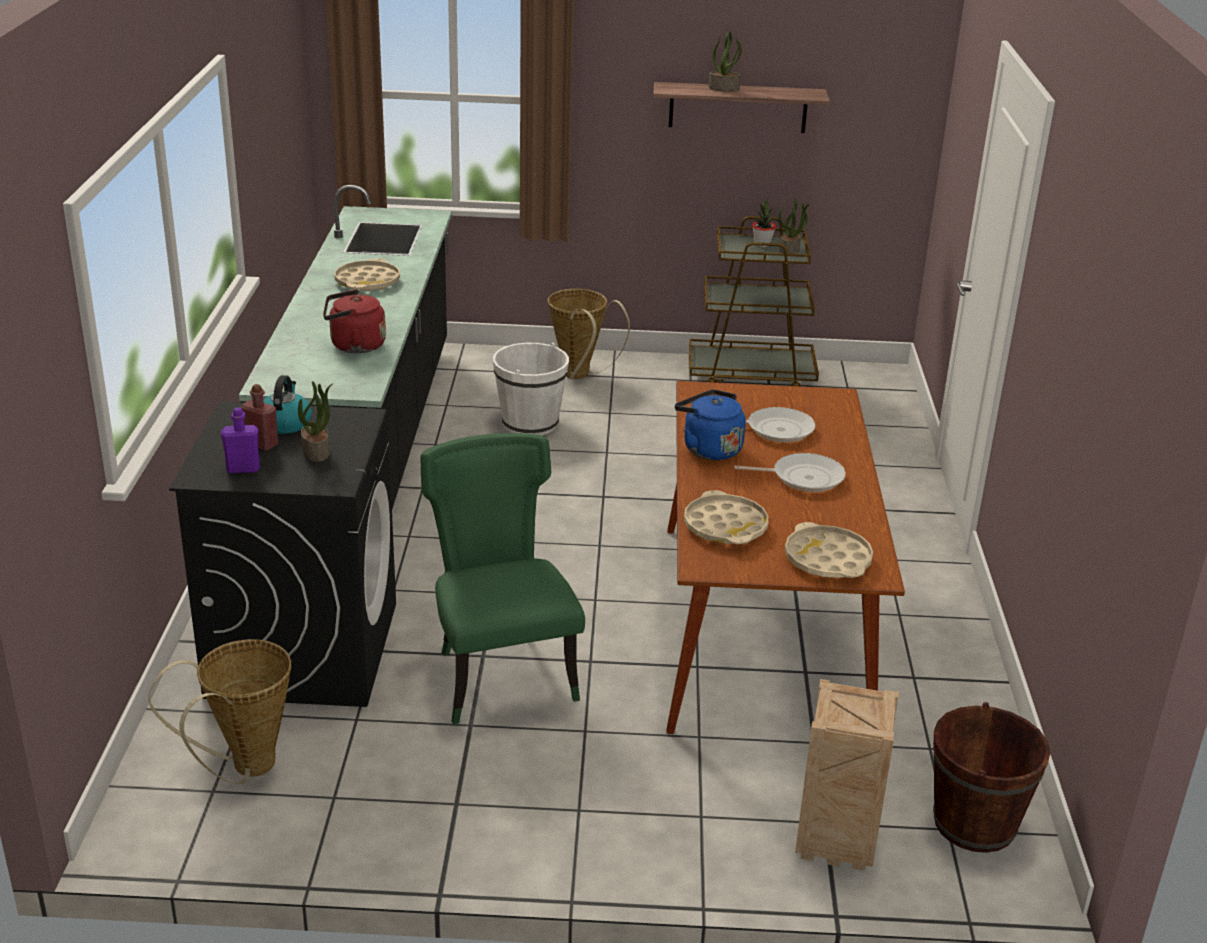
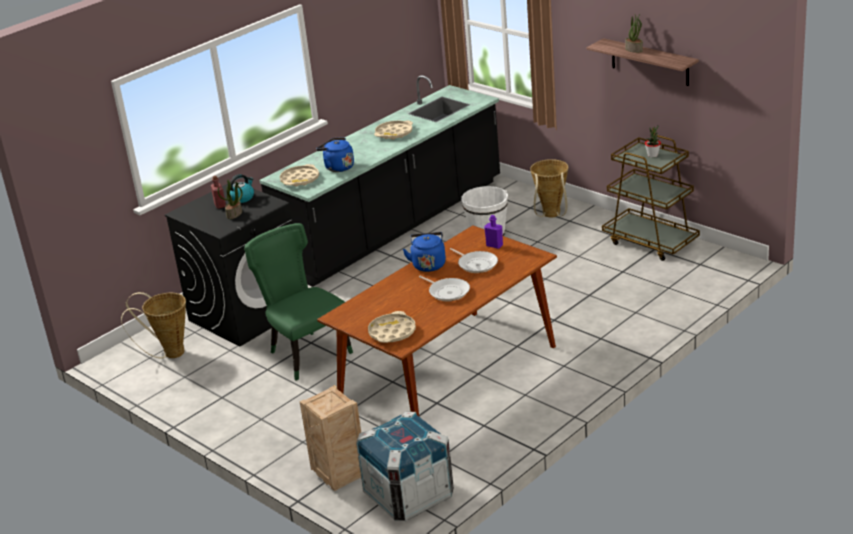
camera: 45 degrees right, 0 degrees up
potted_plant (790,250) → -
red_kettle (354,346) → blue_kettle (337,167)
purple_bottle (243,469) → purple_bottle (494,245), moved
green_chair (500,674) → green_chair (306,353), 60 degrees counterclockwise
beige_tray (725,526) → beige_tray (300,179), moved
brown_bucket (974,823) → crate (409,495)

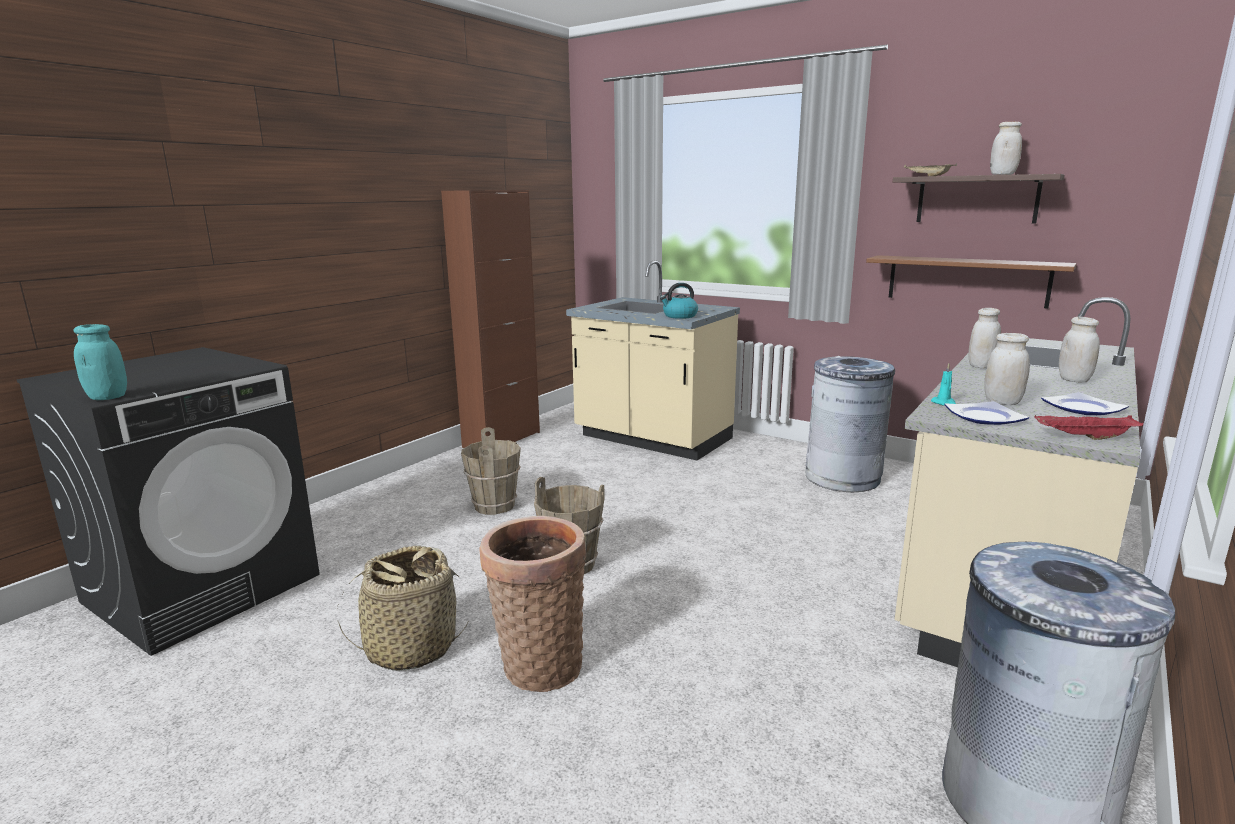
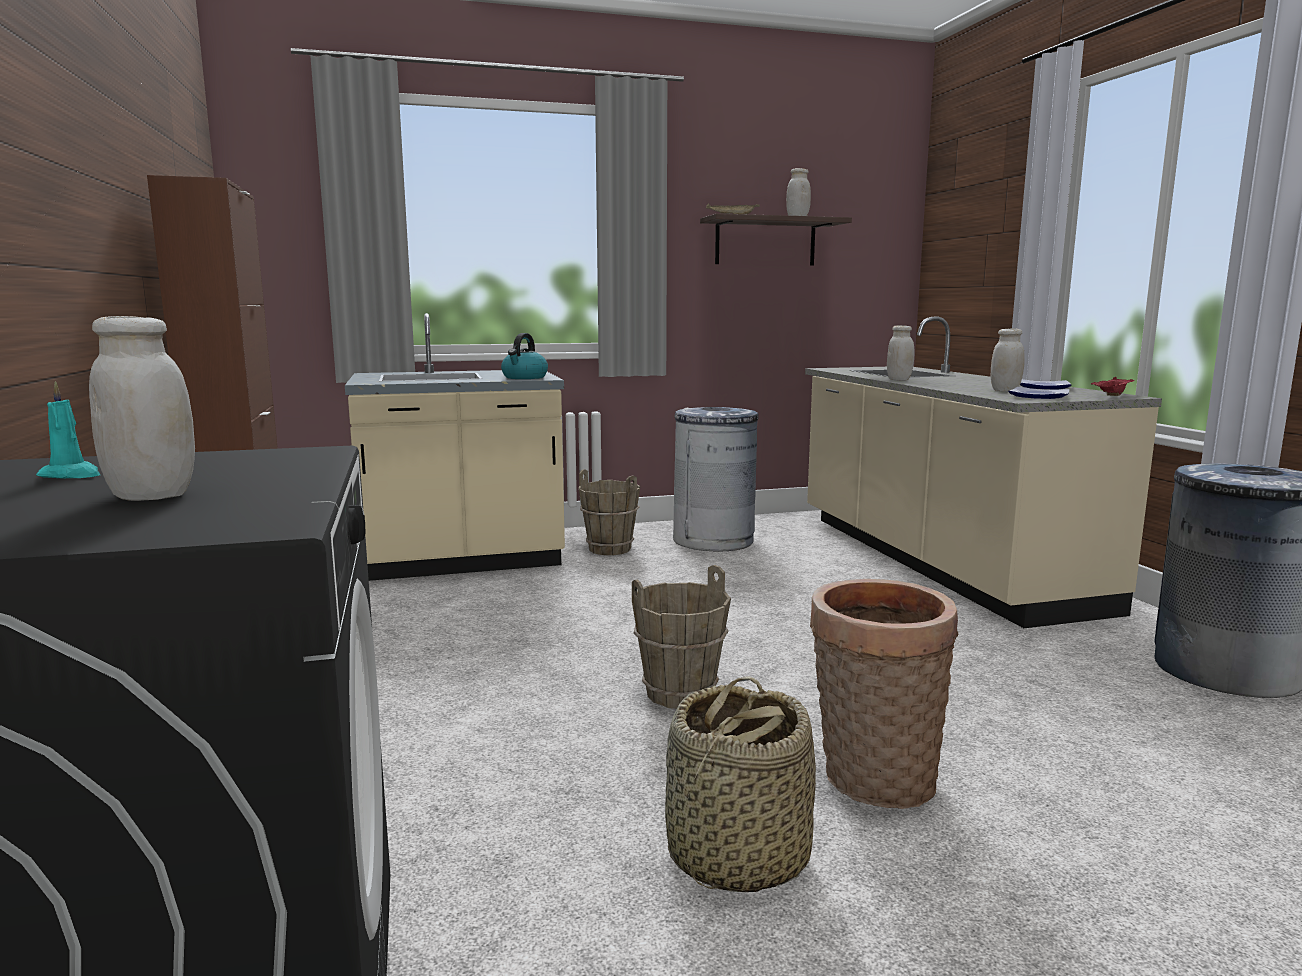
camera: 50 degrees left, 5 degrees down
brown_shelf (967,280) → -
white_jar (1074,380) → white_jar (152,495), moved
turquoise_jar (107,397) → -
turquoise_candle (944,403) → turquoise_candle (71,475), moved
brown_bucket (495,506) → brown_bucket (610,549), moved

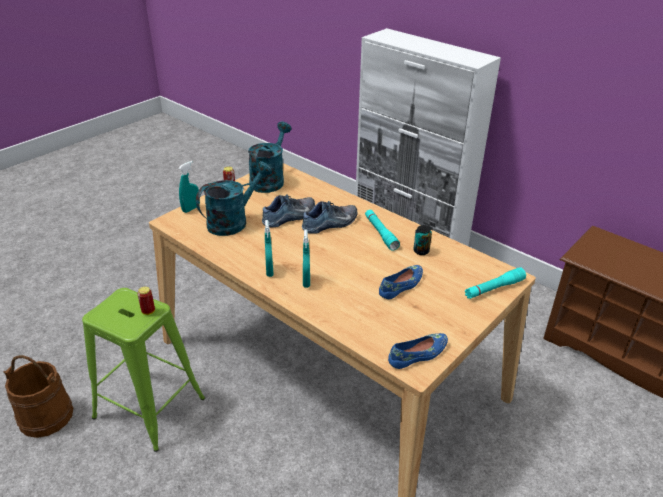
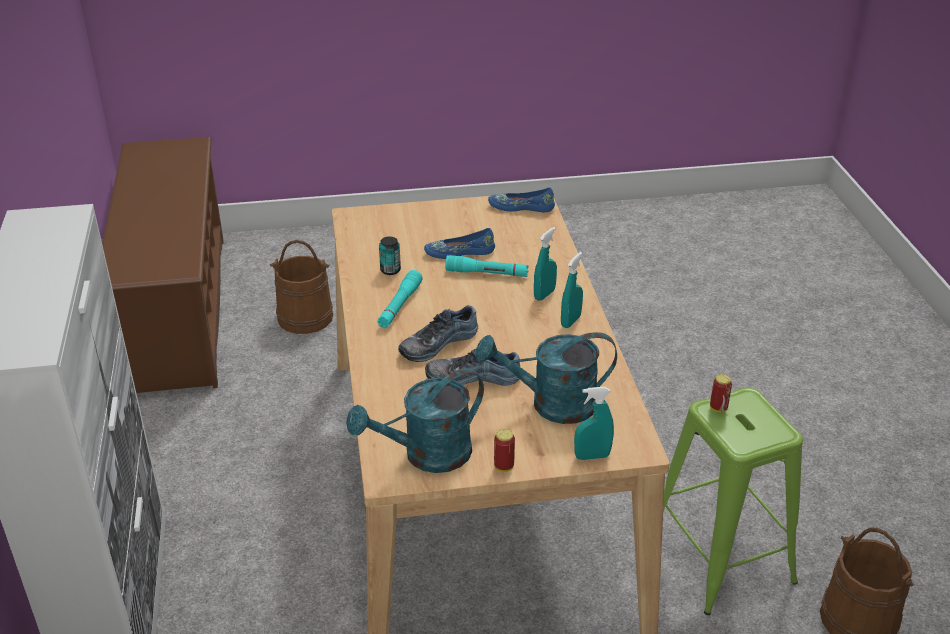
camera: 140 degrees left, 0 degrees up
shoe (331,224) → shoe (437,343), 45 degrees counterclockwise
turquoise_flashlight (494,288) → turquoise_flashlight (487,273), moved
- → brown_bucket (305,317)

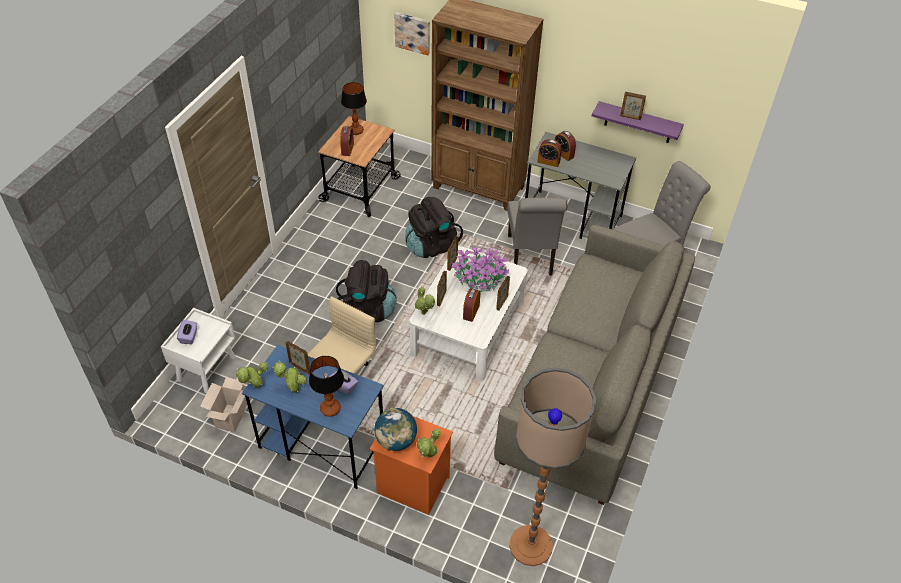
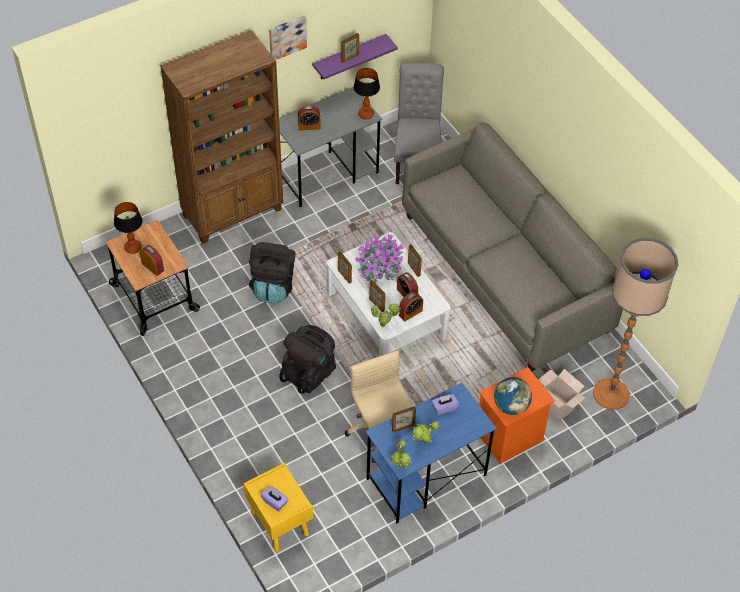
camera: 55 degrees left, 5 degrees up
picture (413,32) → picture (287,36), moved
alarm_clock (548,162) → alarm_clock (410,313), moved
grey_chair (530,258) → -
white_nightstand (206,368) → yellow_nightstand (279,522)
table_lamp (330,409) → table_lamp (366,114), moved
cardboard_box (230,417) → cardboard_box (556,406), moved
potted_plant (428,457) → -

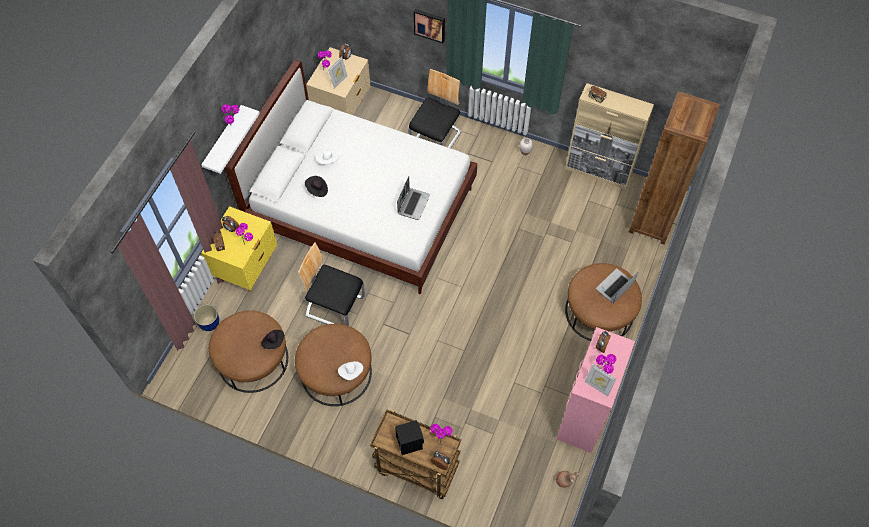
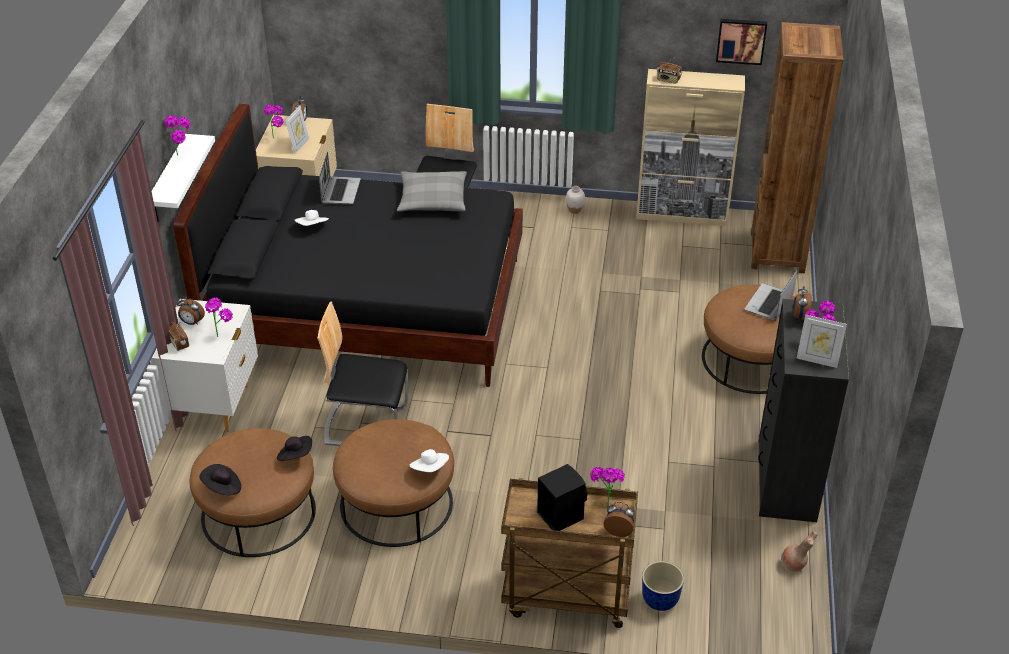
camera: 15 degrees left, 20 degrees down
picture (430,25) → picture (741,40), moved
white_bed (362,209) → black_bed (368,307)
black_hat (317,190) → black_hat (222,487), moved
laptop (413,204) → laptop (340,191), moved
yellow_nightstand (247,269) → white_nightstand (215,406)
planter (209,324) → planter (660,601), moved
pink_dresser (584,416) → black_dresser (786,481)
- → grey_pillow (432,199)

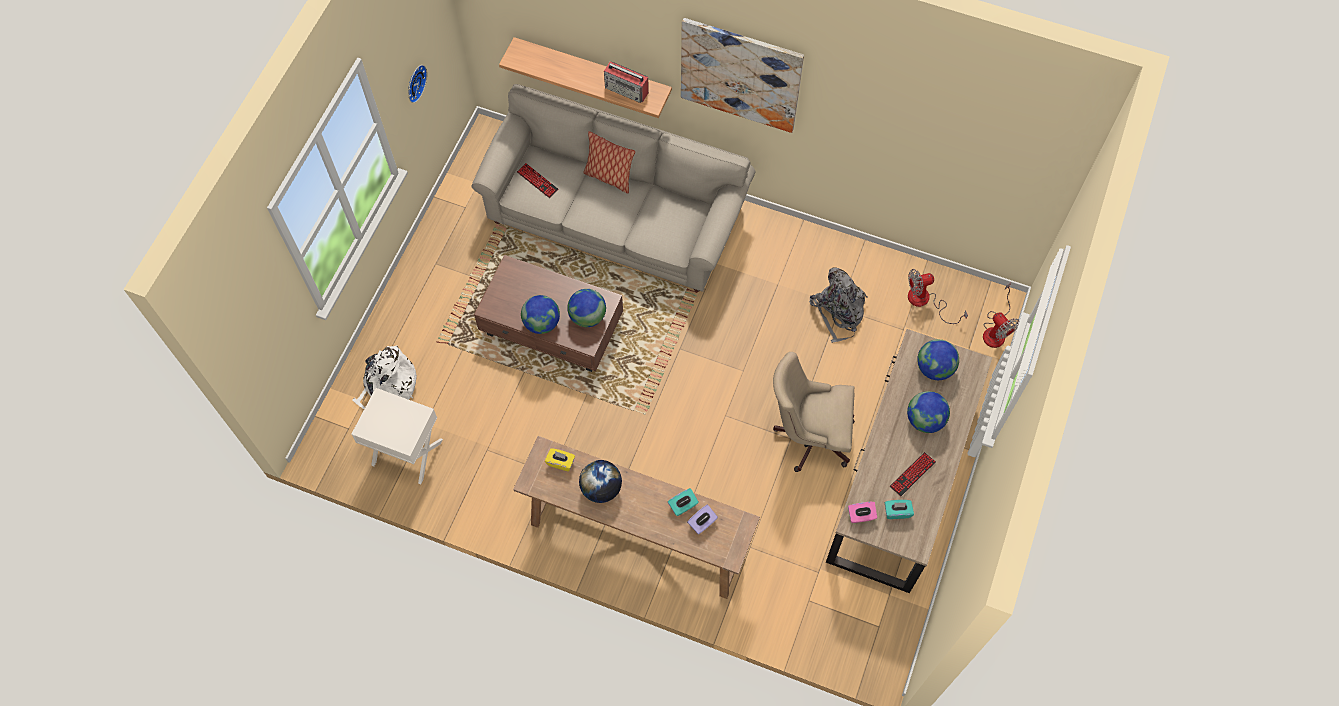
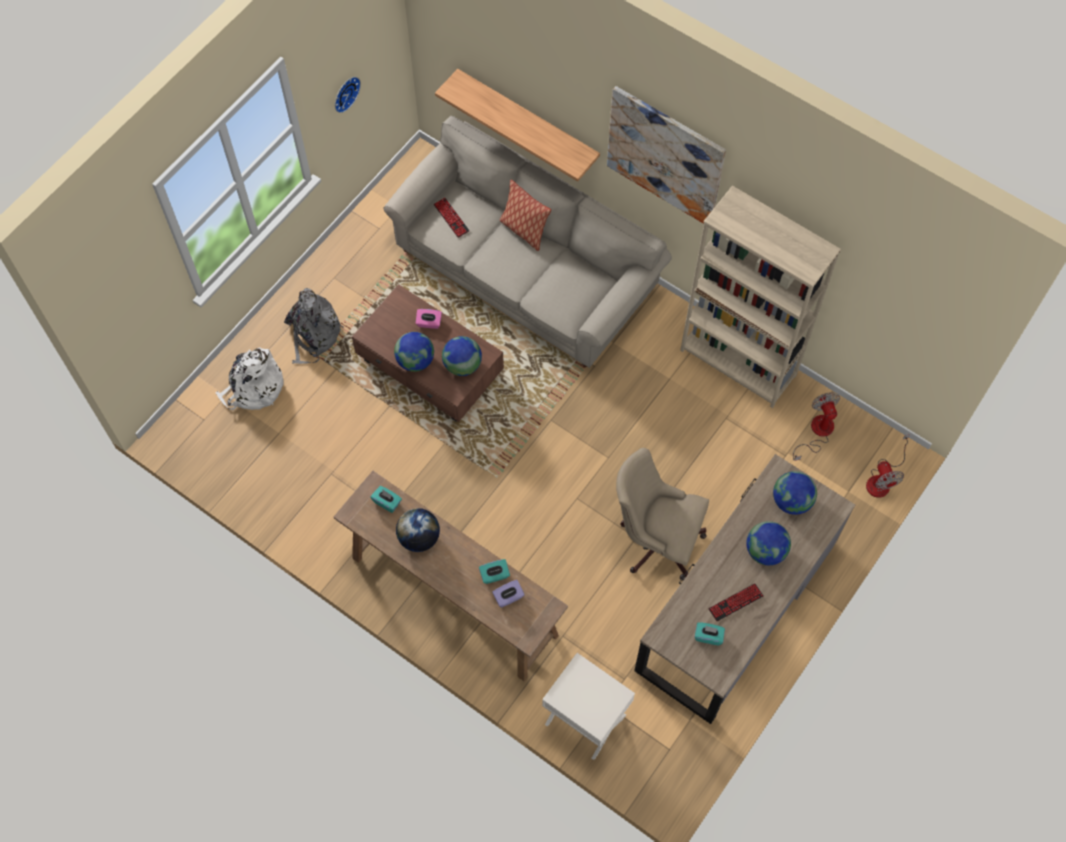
camera: 15 degrees right, 0 degrees up
radio (627,90) → -
grey_backpack (838,311) → grey_backpack (313,335), moved
fan (925,301) → fan (817,432), 75 degrees clockwise
white_nightstand (406,453) → white_nightstand (585,720), moved
yellow_tissue_box (560,462) → turquoise_tissue_box (387,502)
pink_tissue_box (861,516) → pink_tissue_box (429,323), moved
- → beige_bookcase (738,363)

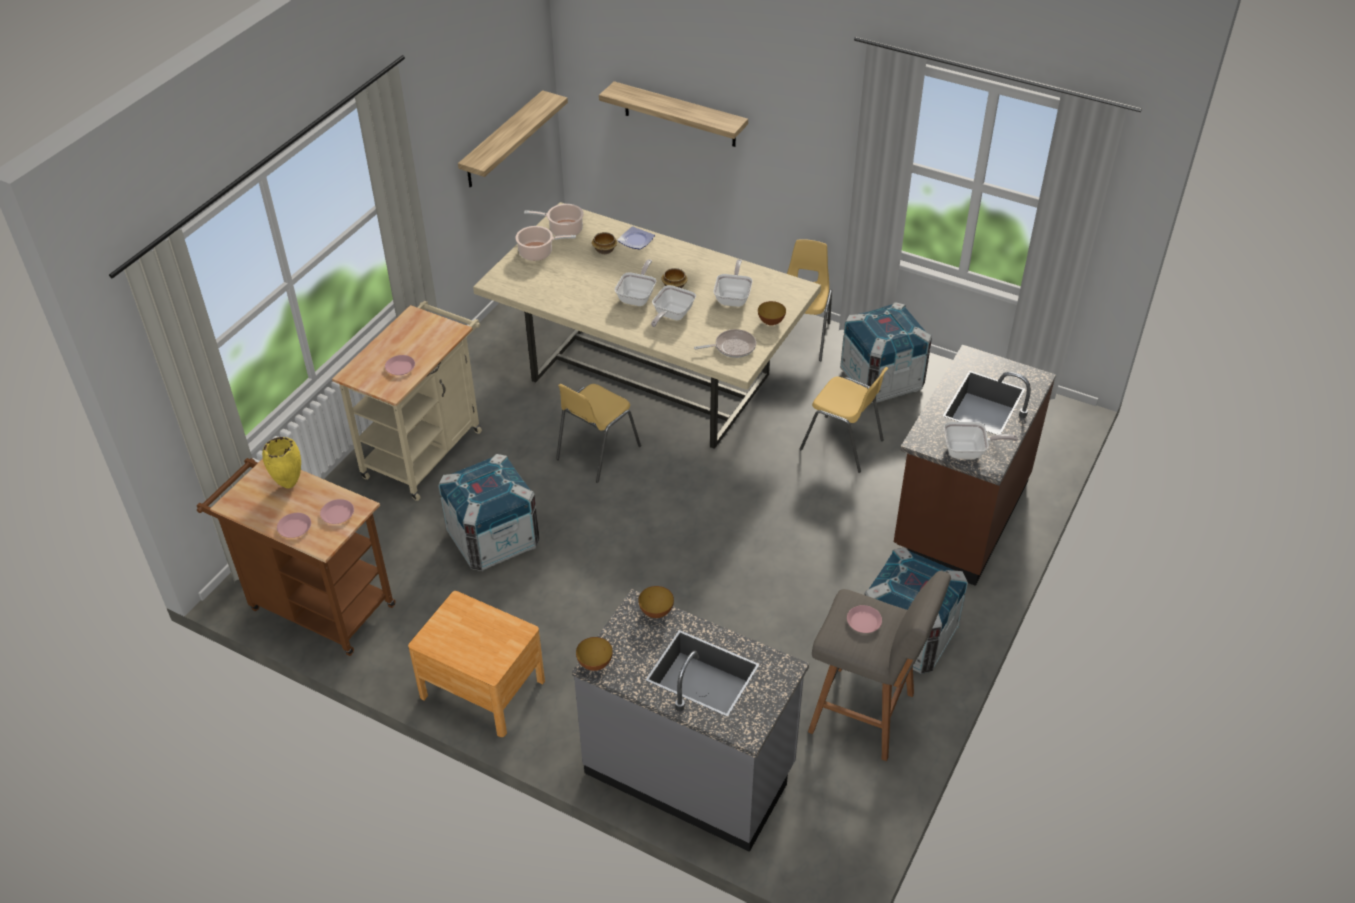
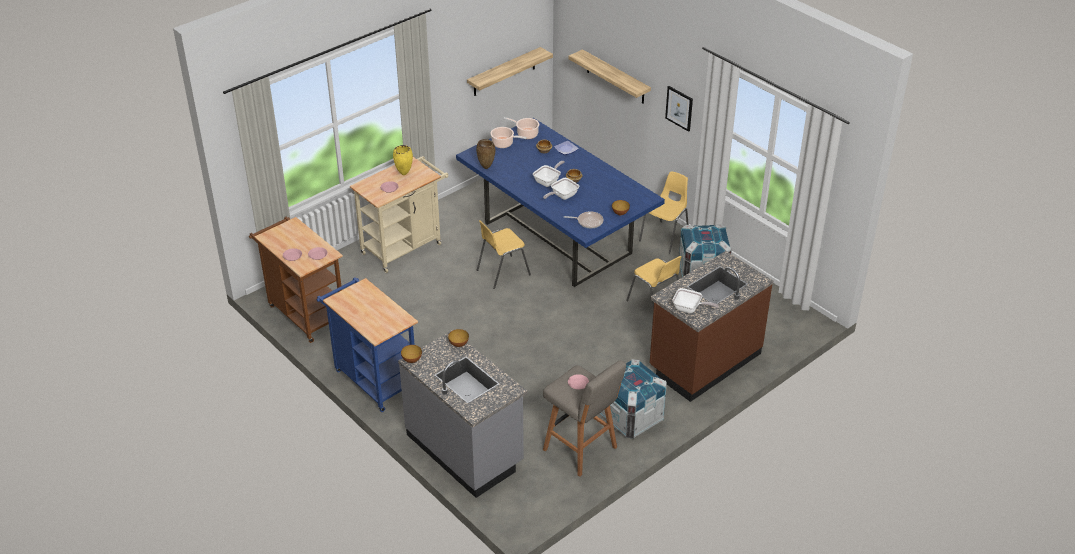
camera: 20 degrees right, 5 degrees down
beige_dining_table (648,376) → blue_dining_table (556,237)
frying_pan (733,297) → -
yellow_vase (289,486) → yellow_vase (404,174), moved
crate (493,539) → -
brown_nightstand (482,688) → blue_cart (373,378)
- → picture (679,108)
- → brown_vase (486,167)

